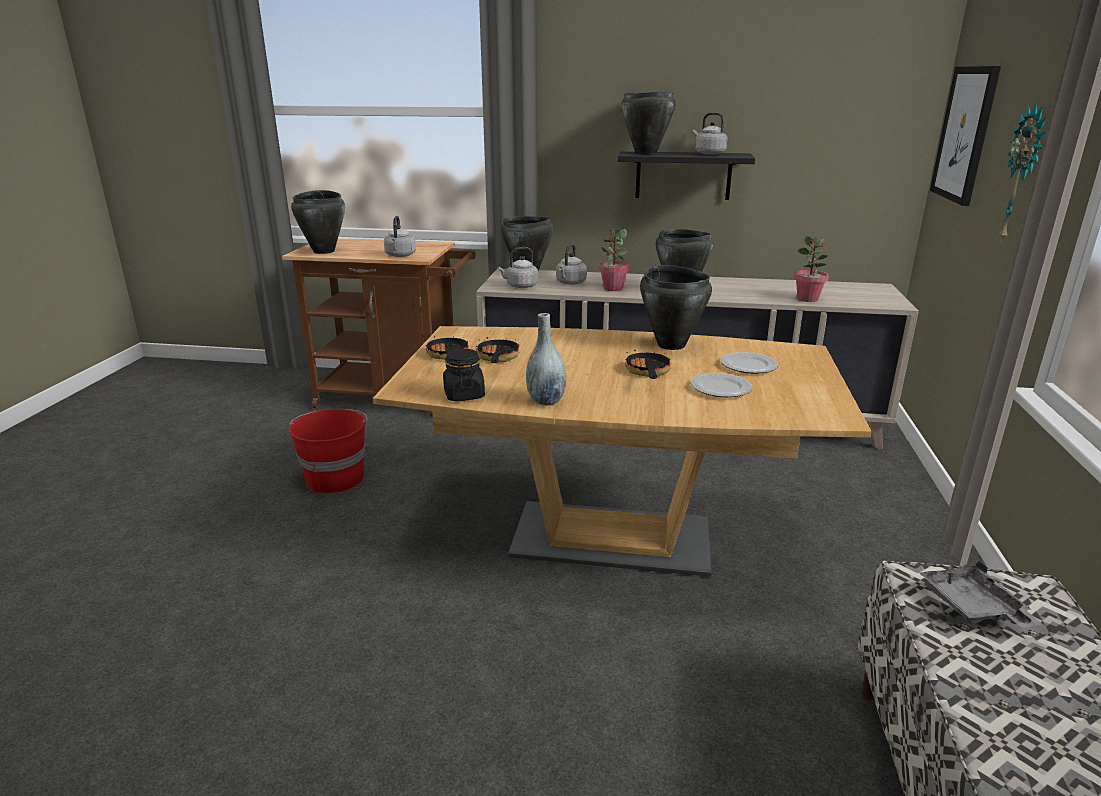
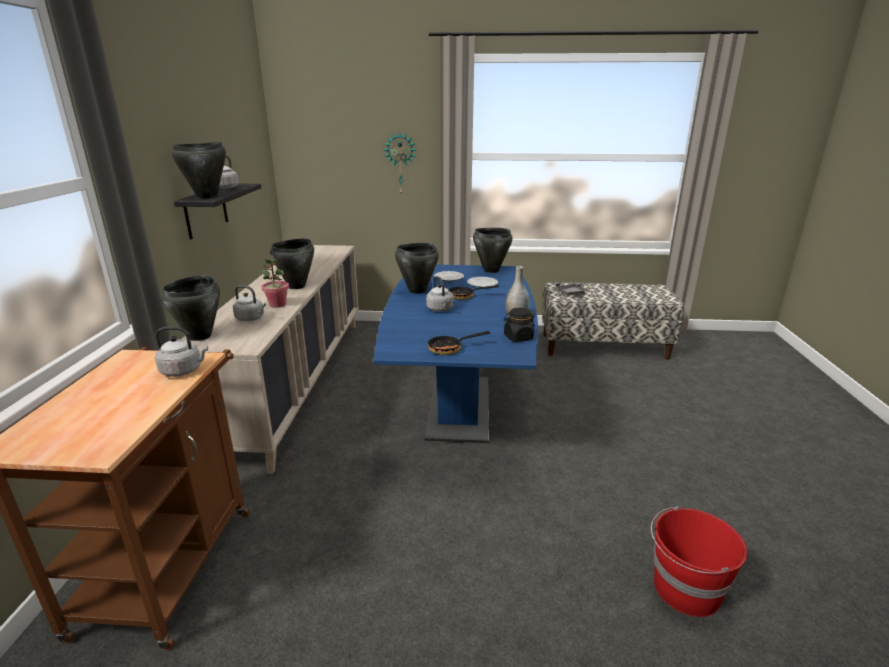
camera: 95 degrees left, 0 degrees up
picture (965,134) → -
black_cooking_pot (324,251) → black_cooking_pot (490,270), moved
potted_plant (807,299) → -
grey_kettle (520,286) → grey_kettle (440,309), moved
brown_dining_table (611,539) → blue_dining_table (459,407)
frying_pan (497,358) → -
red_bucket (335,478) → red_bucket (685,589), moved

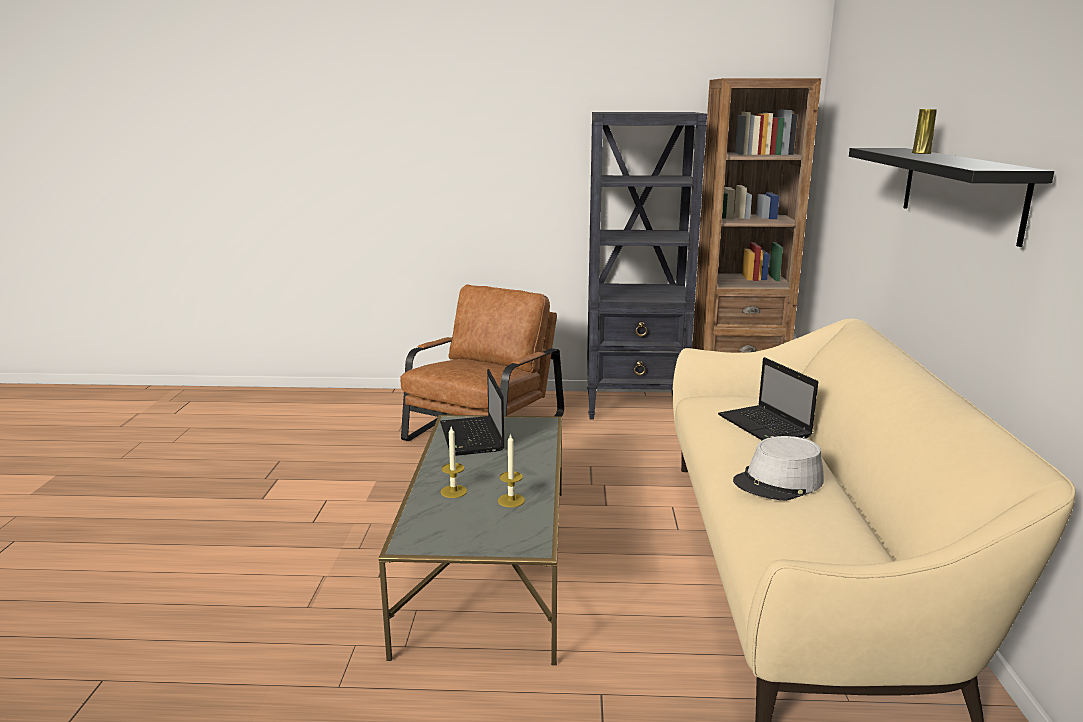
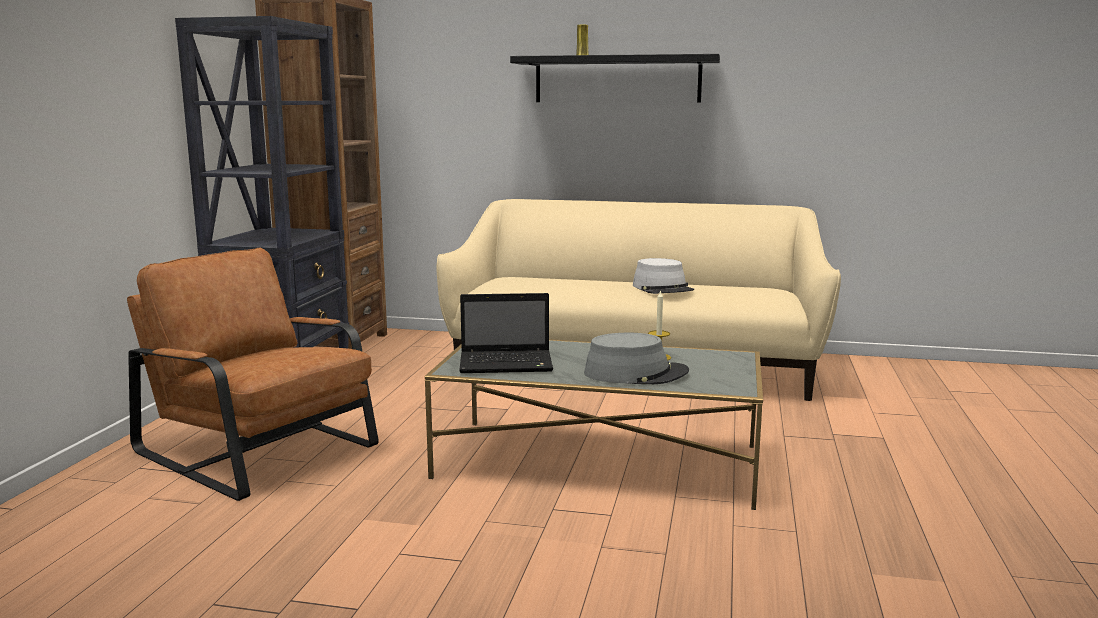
camera: 80 degrees left, 5 degrees down
laptop (765,427) → -
candle (453,491) → grey_hat (636,373)

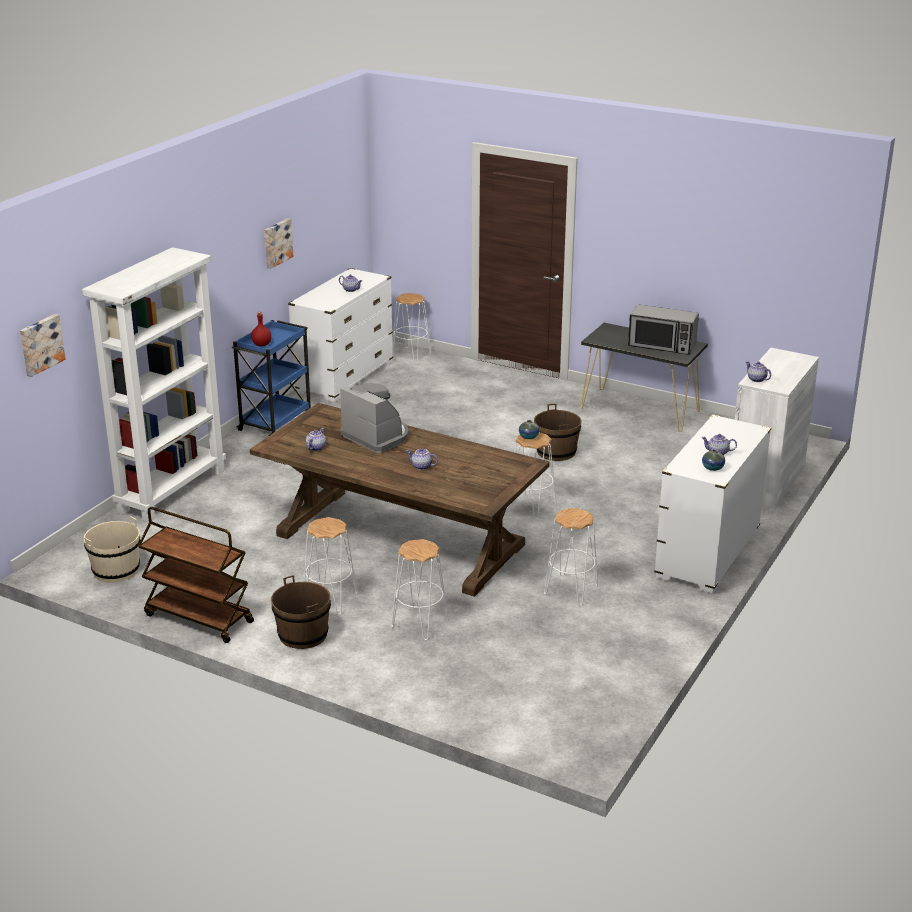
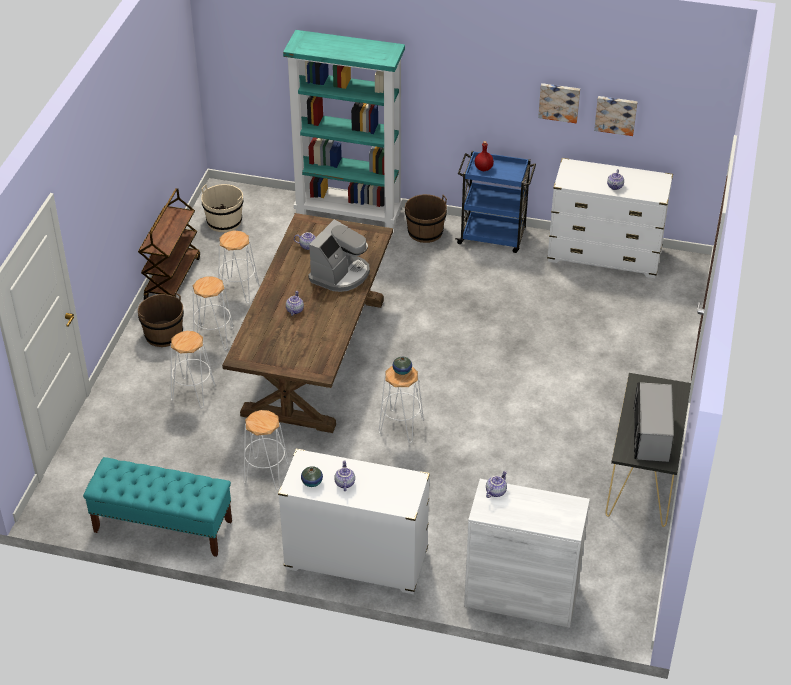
camera: 75 degrees right, 15 degrees up
white_bookcase (172,490) → turquoise_bookcase (349,214)
white_stool (410,356) → white_stool (239,290), moved
picture (40,344) → picture (616,114), moved
brown_bucket (556,452) → brown_bucket (425,232), moved
- → turquoise_bench (162,526)

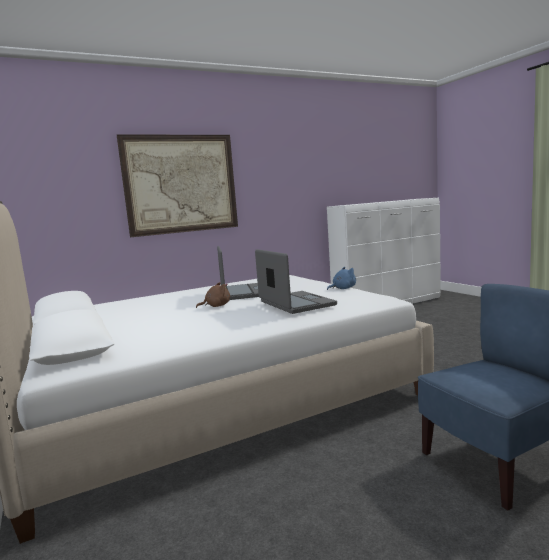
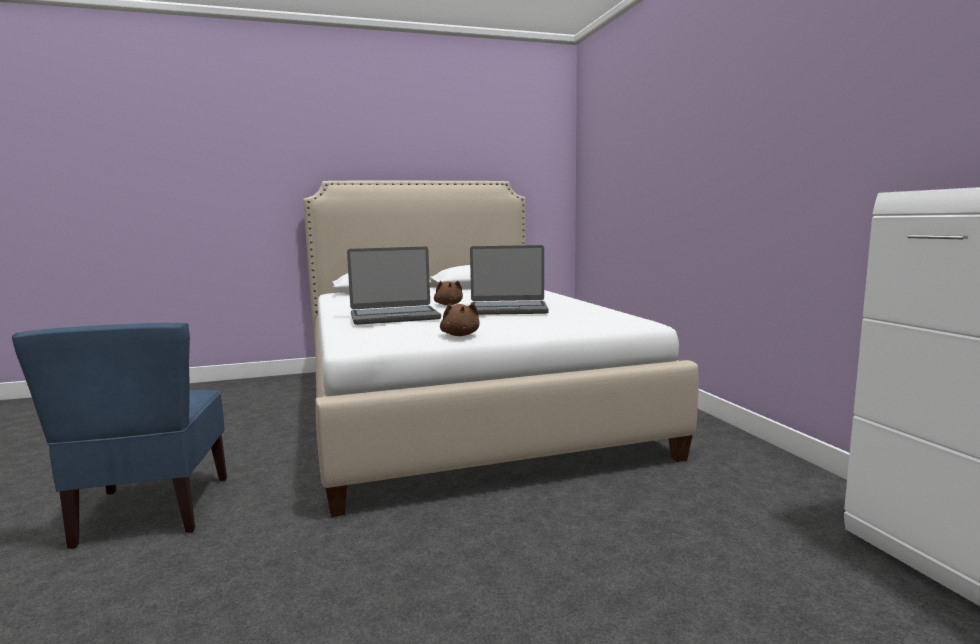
camera: 100 degrees right, 0 degrees up
picture (181,184) → -
blue_plush_toy (343,288) → brown_plush_toy (460,335)

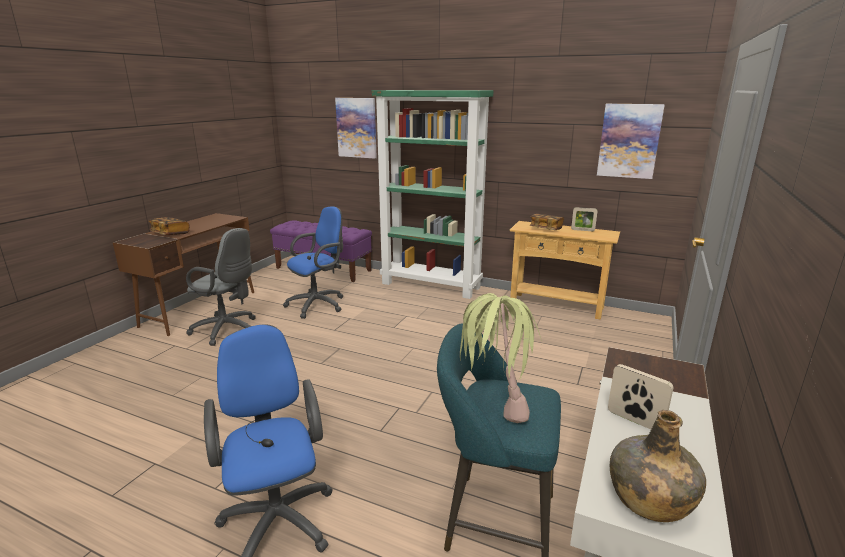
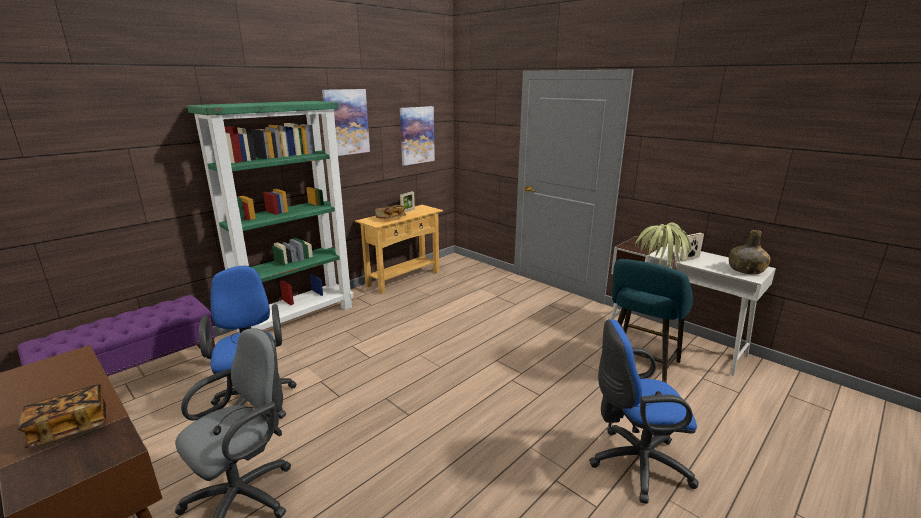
camera: 70 degrees left, 0 degrees up
picture (356,128) → picture (346,122), moved

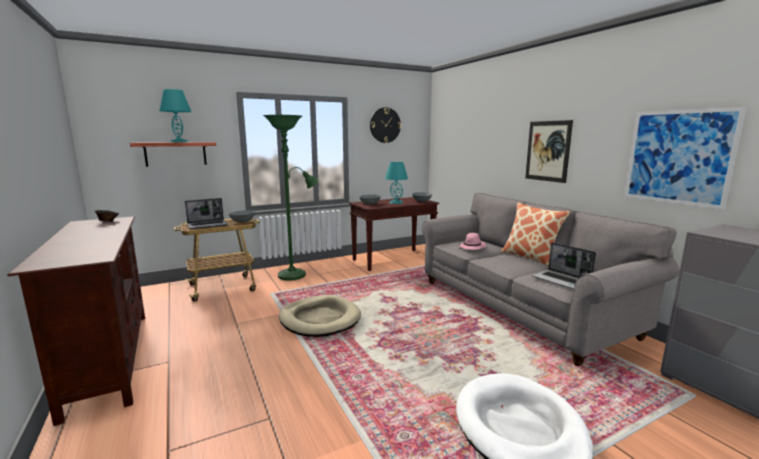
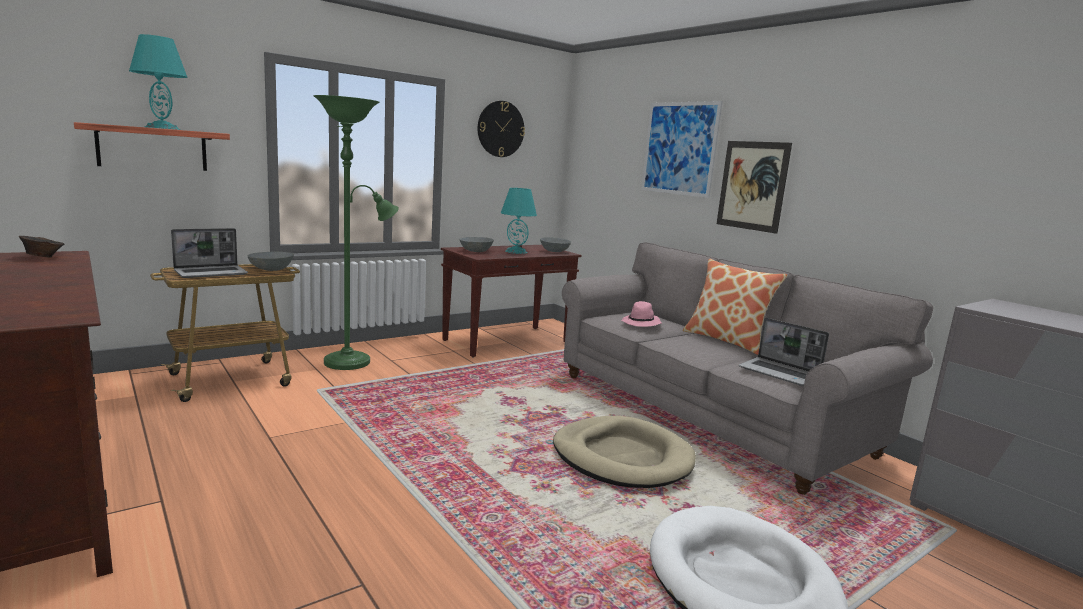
camera: 10 degrees left, 0 degrees up
picture (678,157) → picture (679,148), moved
beige_dog_bed (319,319) → beige_dog_bed (622,457), moved

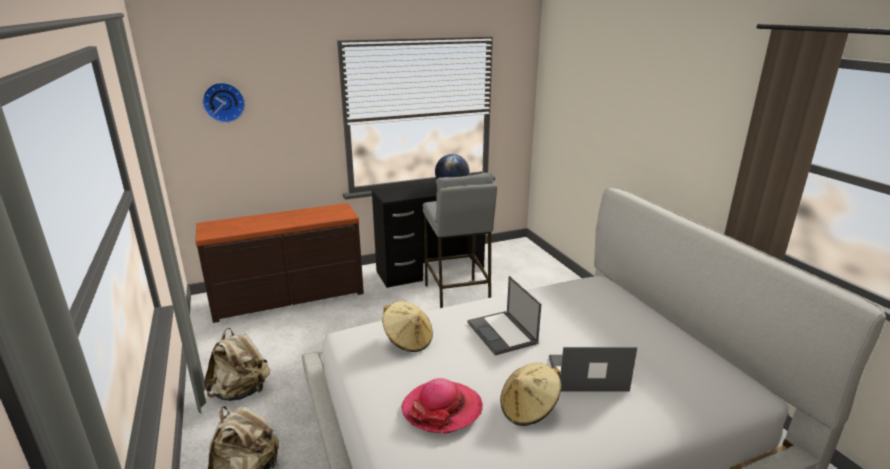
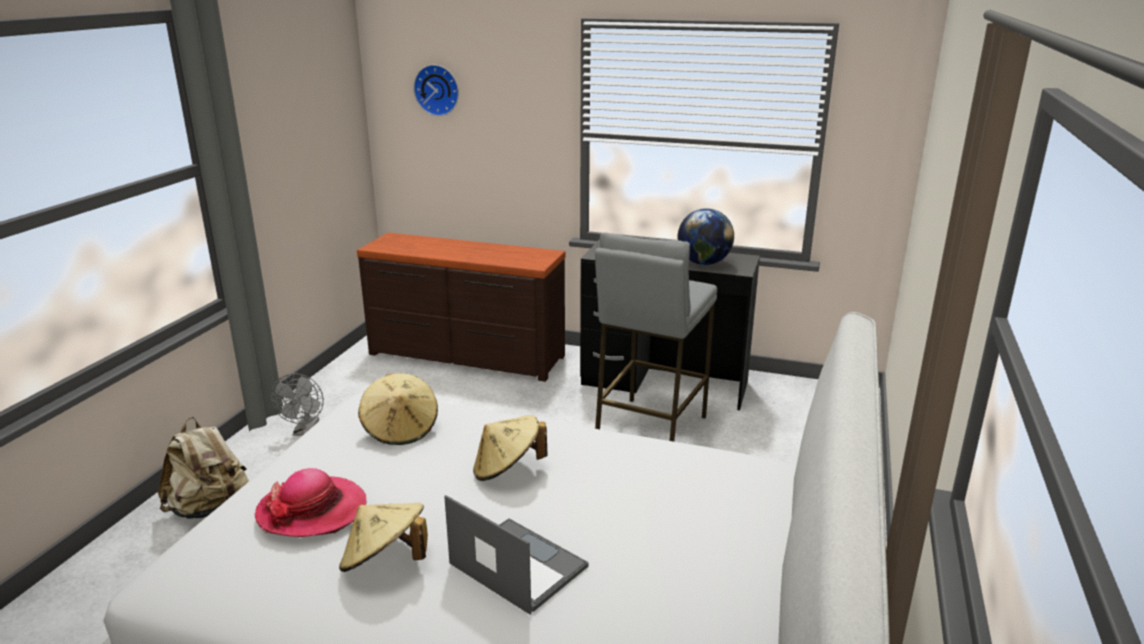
camera: 40 degrees right, 0 degrees up
laptop (502,333) → beige_hat (507,469)
beige_backpack (241,392) → grey_fan (305,431)

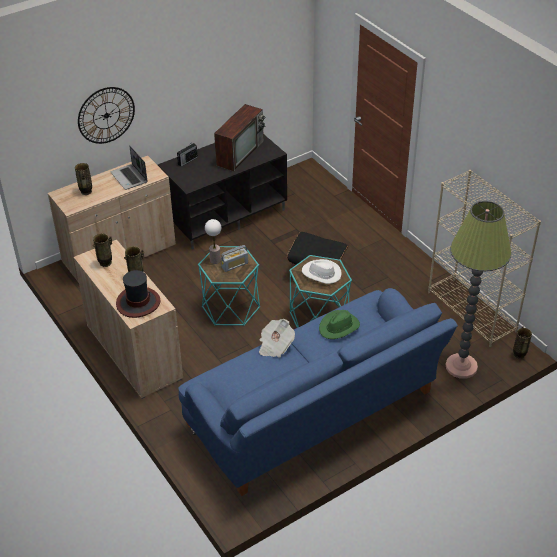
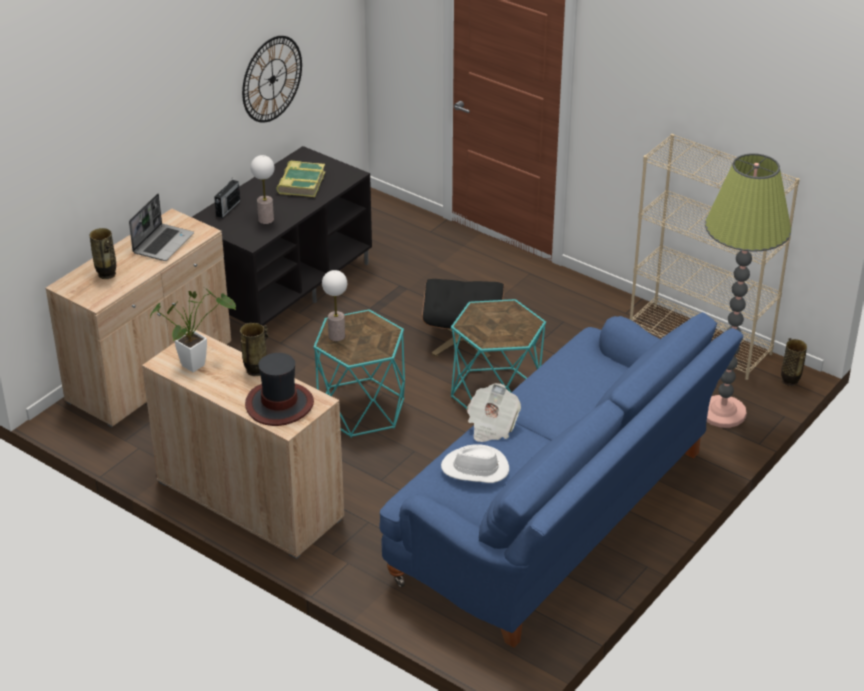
camera: 20 degrees left, 5 degrees down
wall_clock (106,115) → wall_clock (272,79), moved
television (240,152) → book (301,183)
laptop (130,178) → laptop (163,243), 105 degrees counterclockwise
vase (105,263) → potted_plant (197,363)
radio (235,265) → -
white_hat (321,273) → white_hat (475,469), moved
green_hat (339,327) → -
- → table_lamp (265,219)

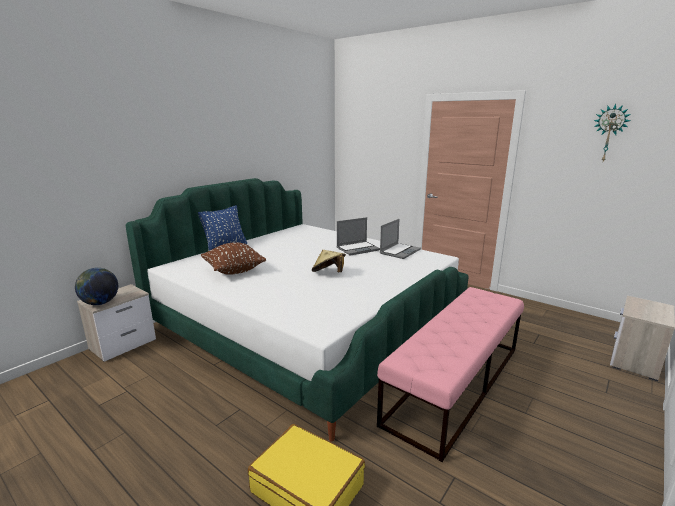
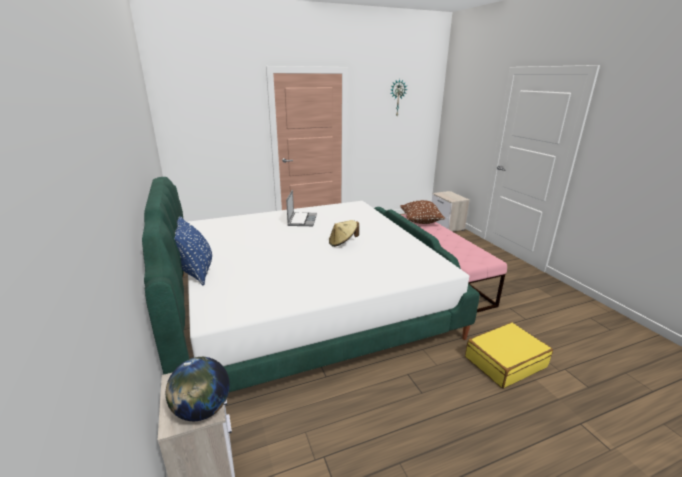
camera: 60 degrees left, 5 degrees up
laptop (399,251) → -
brown_pillow (234,271) → brown_pillow (420,222), moved

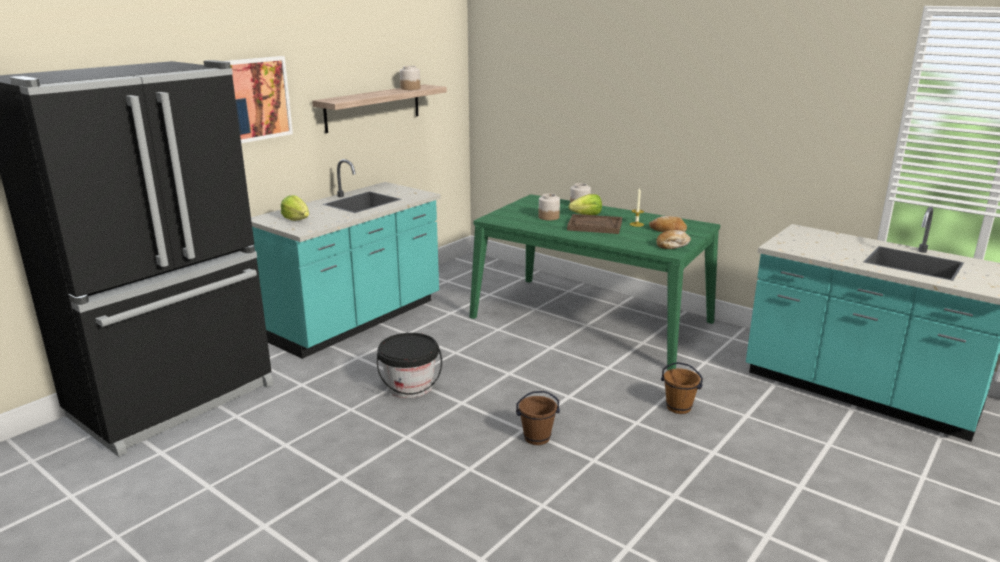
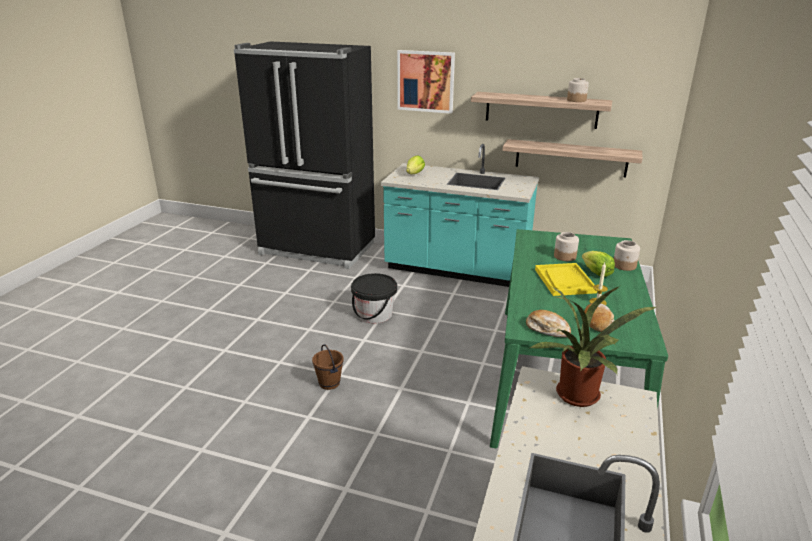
camera: 70 degrees right, 5 degrees up
brown_tray (594,226) → yellow_tray (564,281)
brown_bucket (679,407) → -
- → shelf (571,158)
- → potted_plant (578,398)

